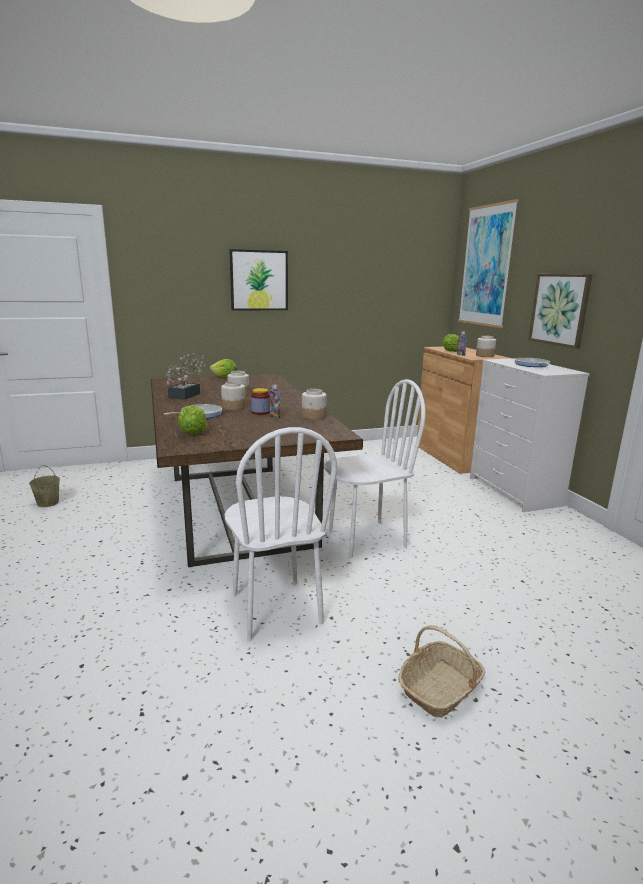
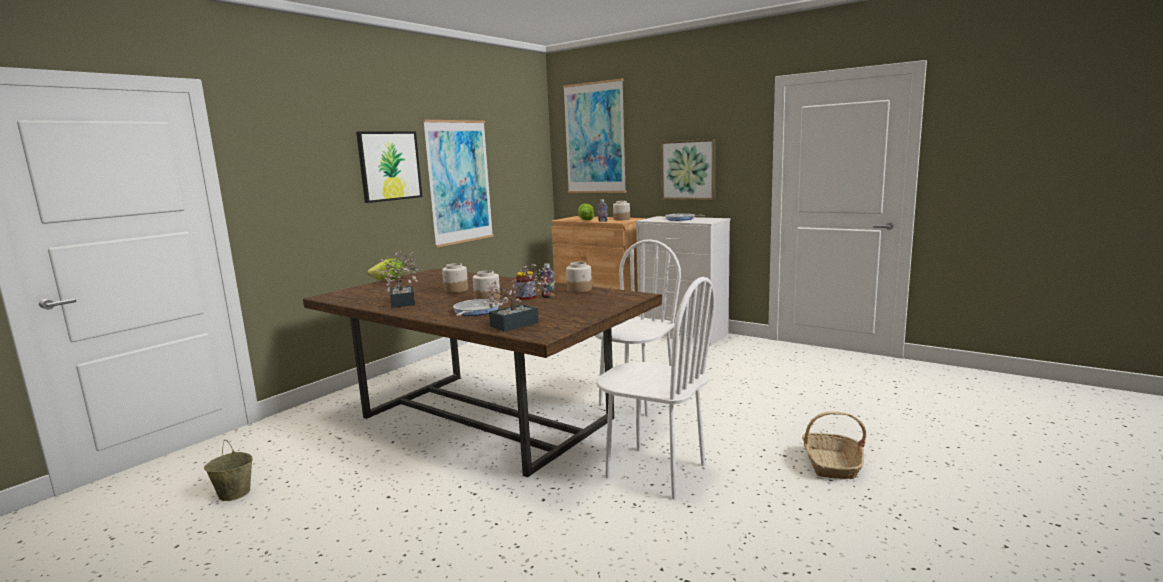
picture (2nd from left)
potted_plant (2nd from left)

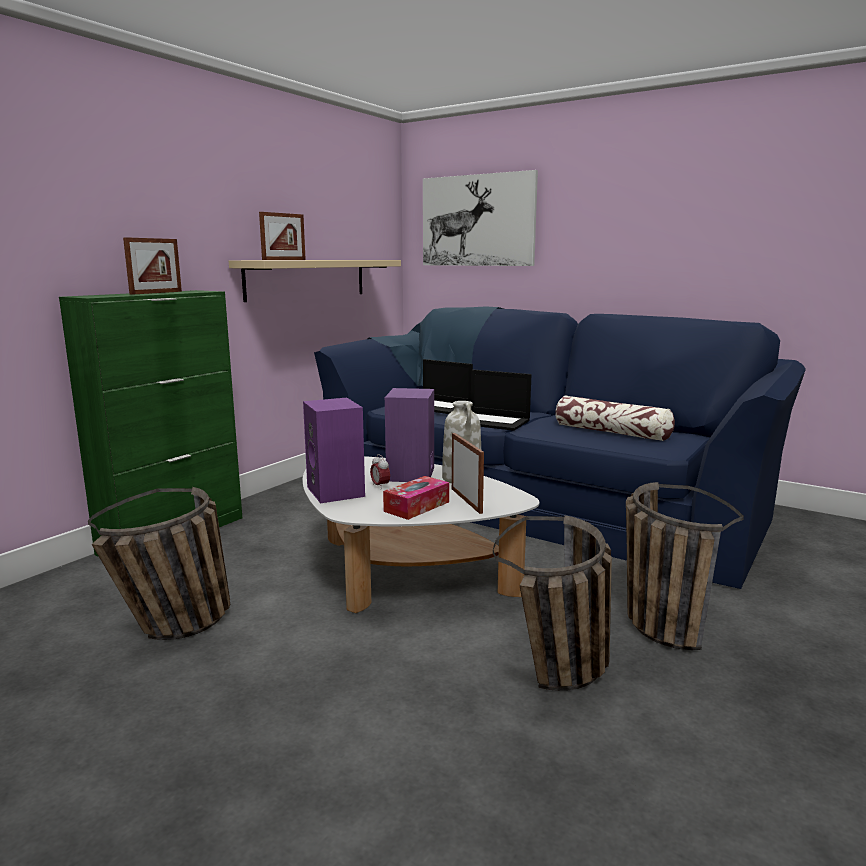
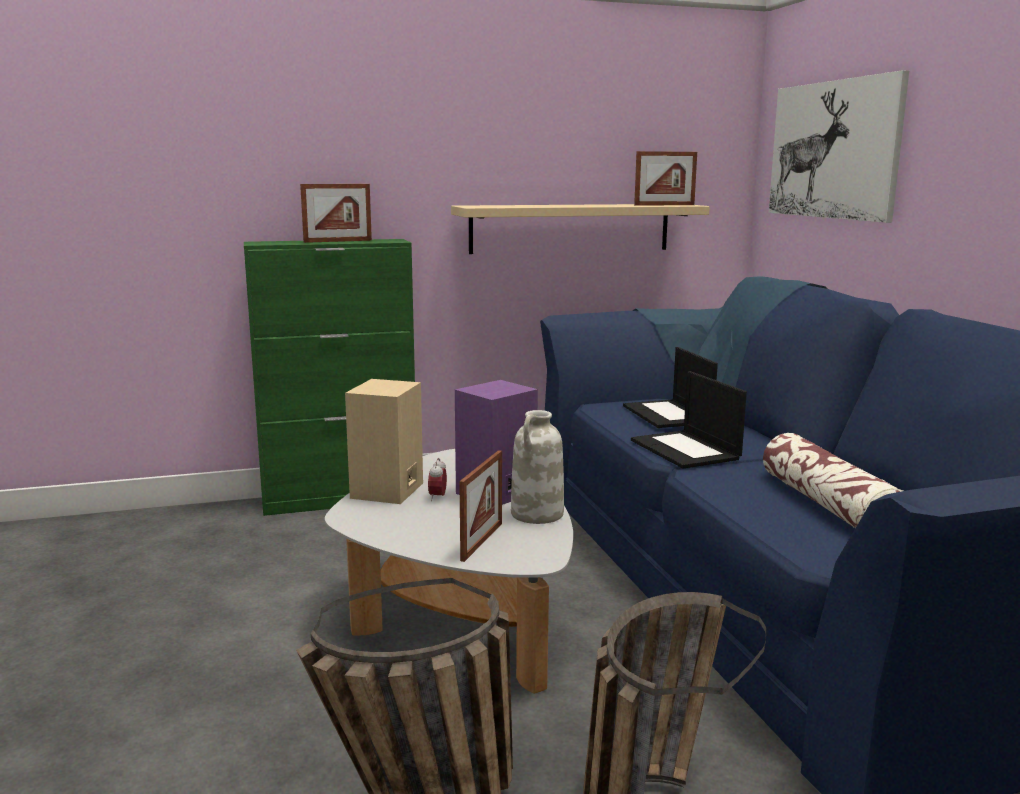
beige_speaker
picture_frame (3rd from left)
basket (1st from left in the first image)
tissue_box

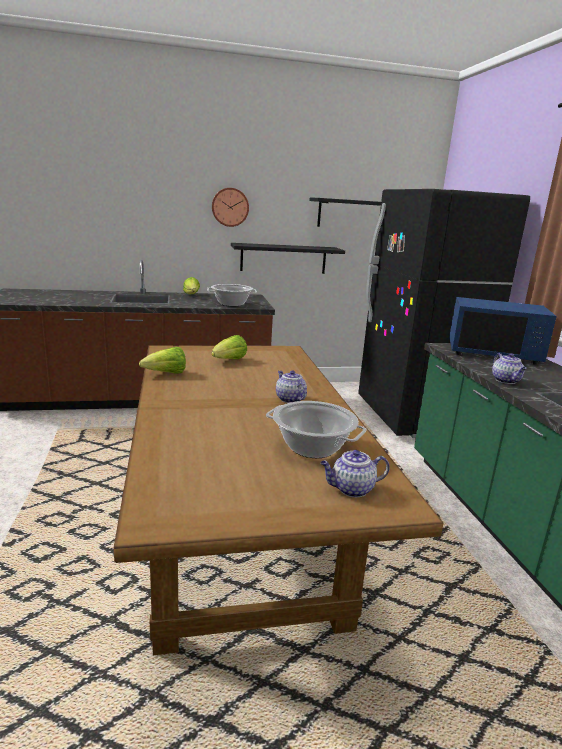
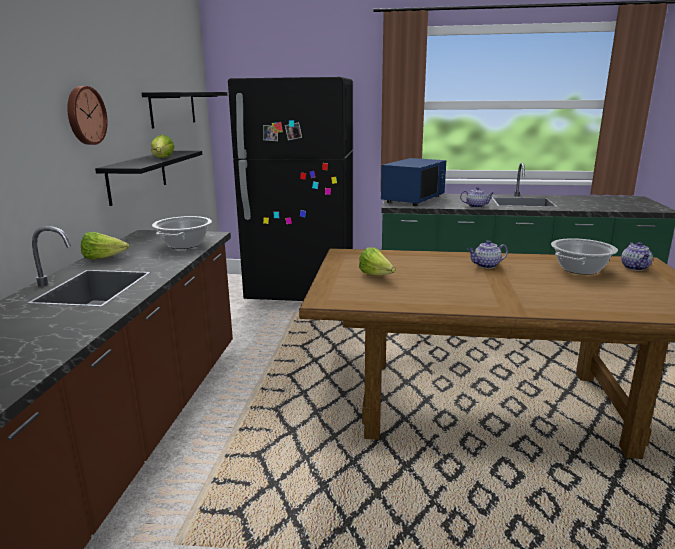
lettuce (2nd from left)

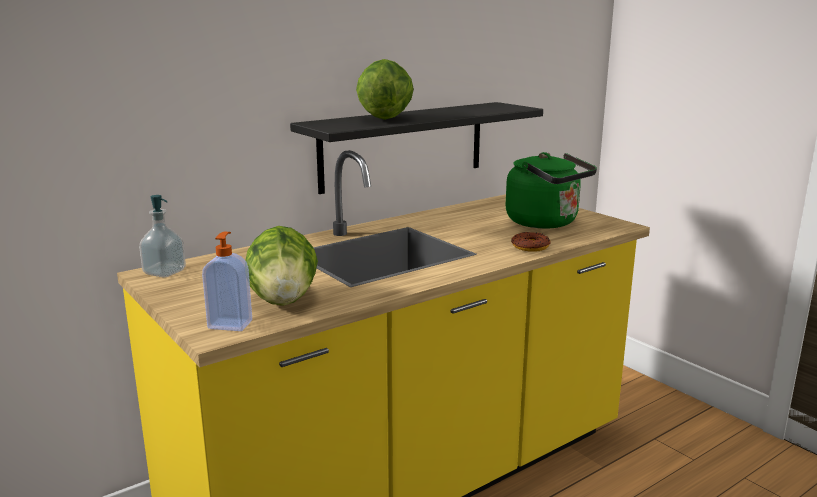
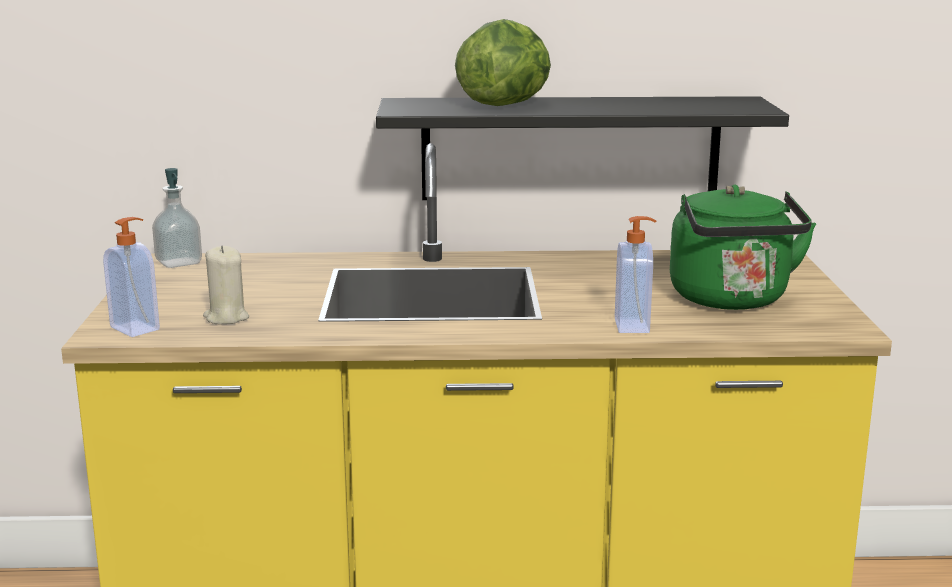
beige_candle
soap_dispenser (3rd from left)

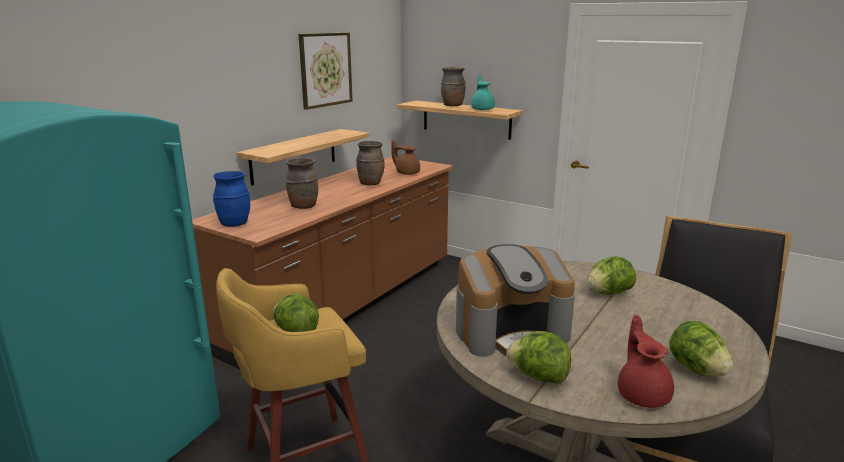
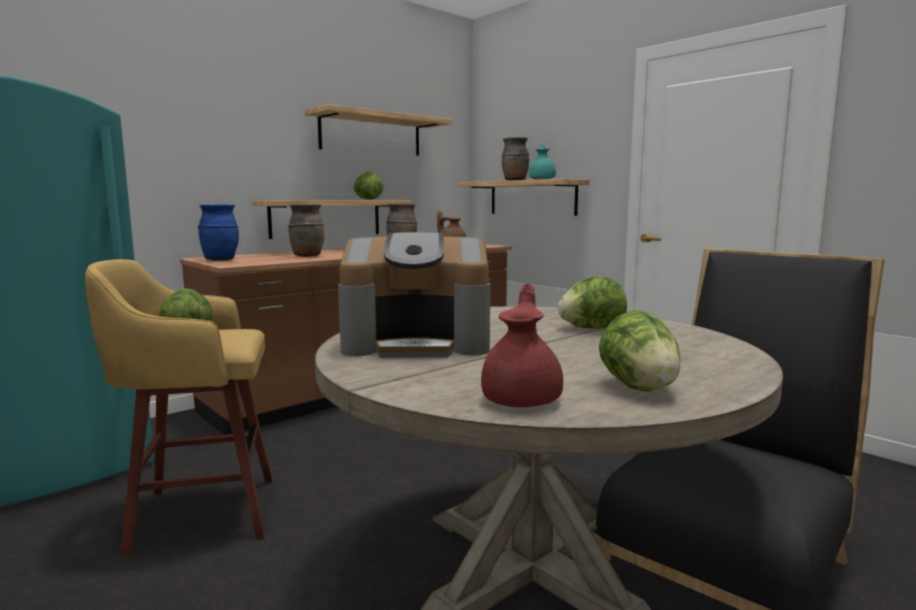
shelf (2nd from left)
lettuce (2nd from left)

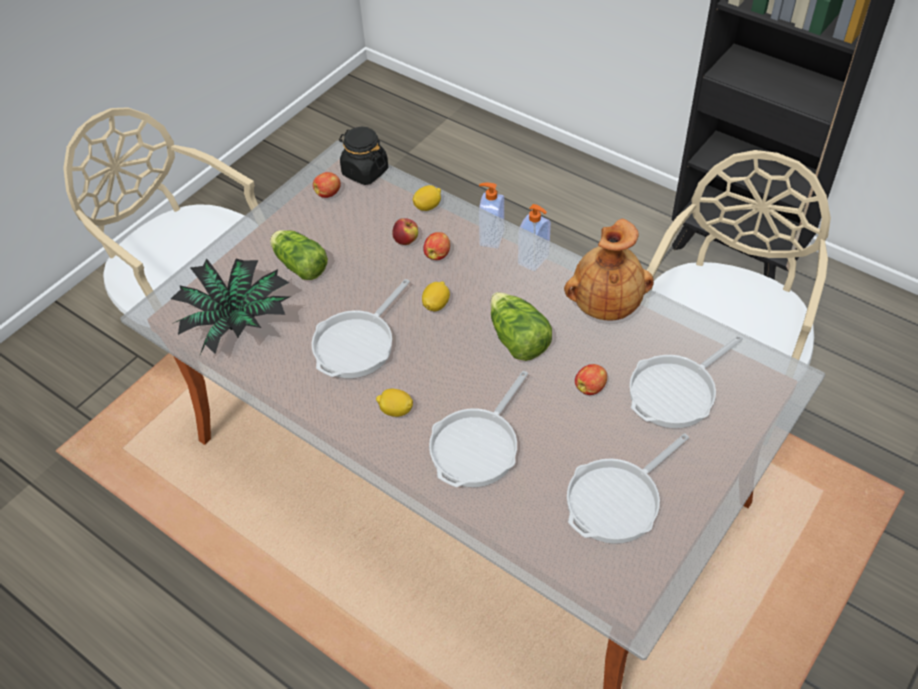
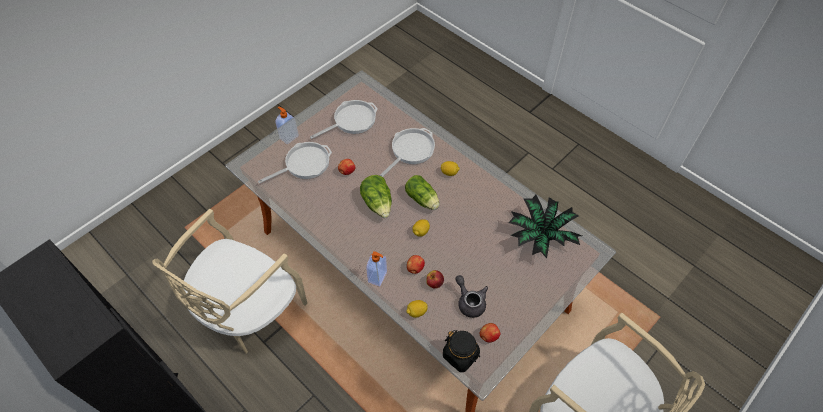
soap_dispenser (1st from left)
lettuce (2nd from left)
grey_teapot
frying_pan (1st from left in the first image)
brown_vase

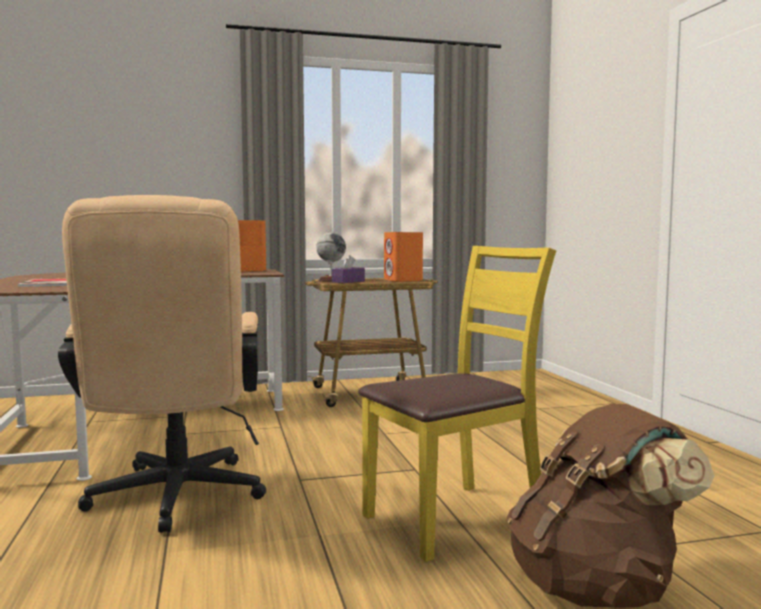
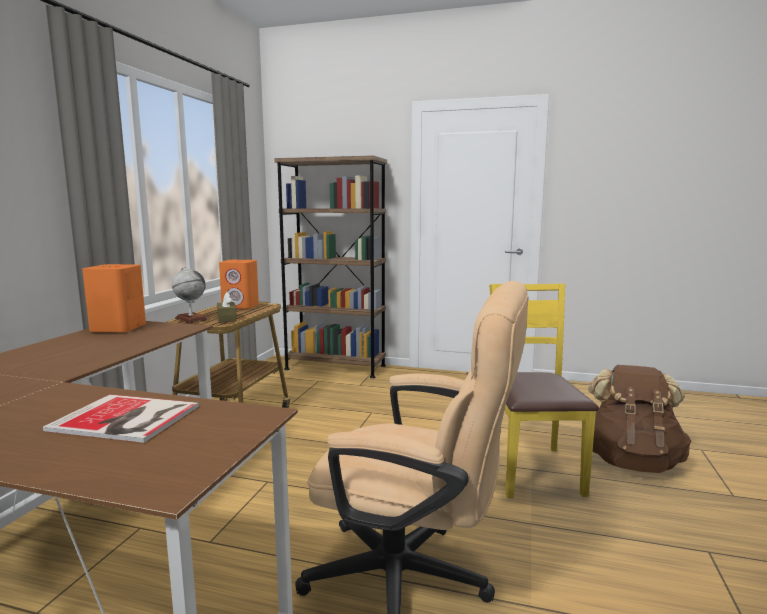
brown_tissue_box
brown_bookcase

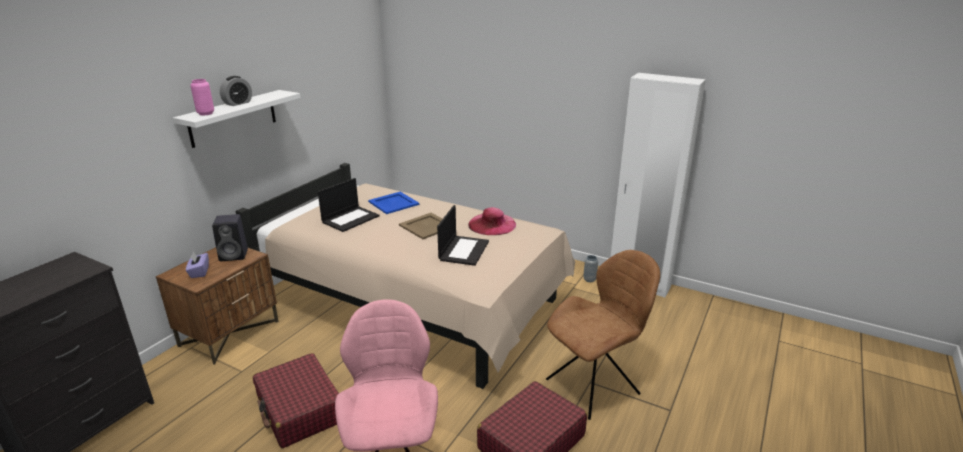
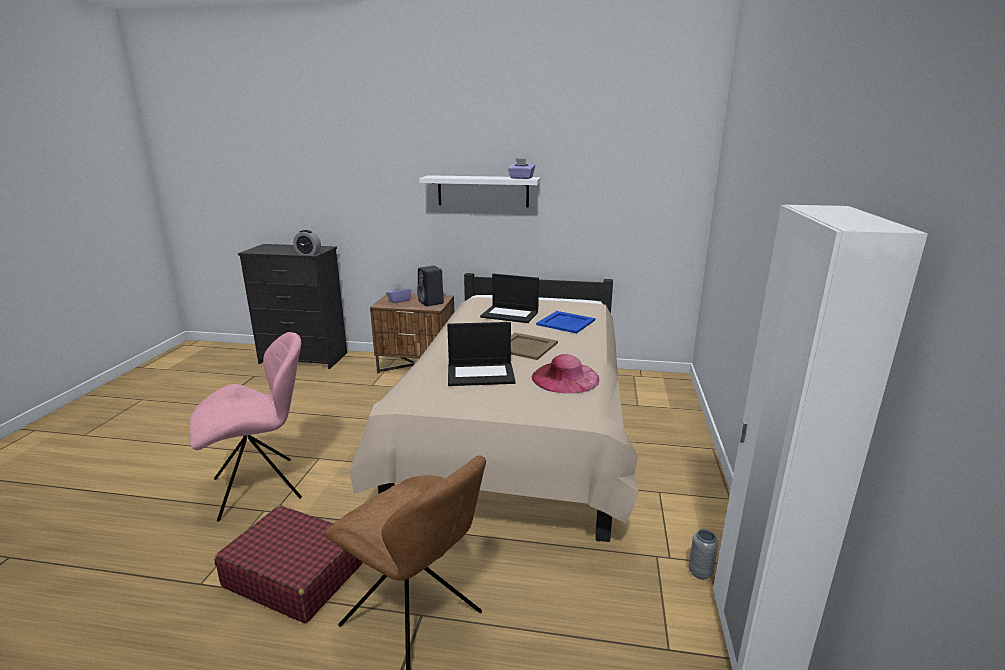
alarm_clock
purple_tissue_box (2nd from left)
pink_vase
red_suitcase (1st from left in the first image)

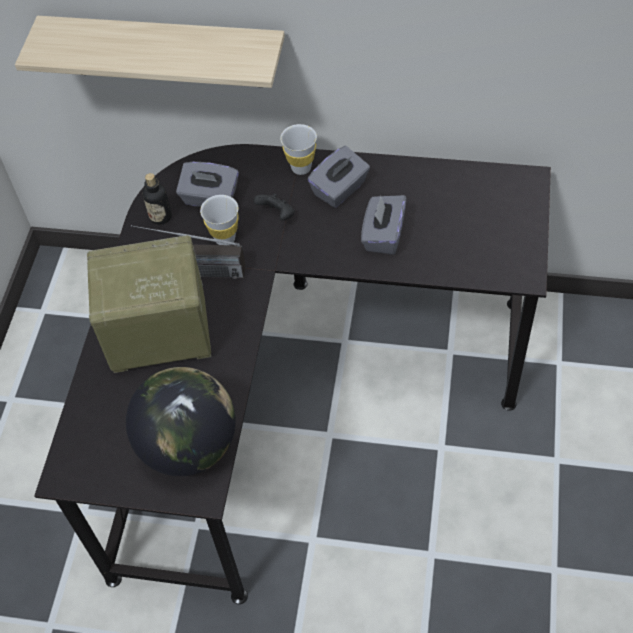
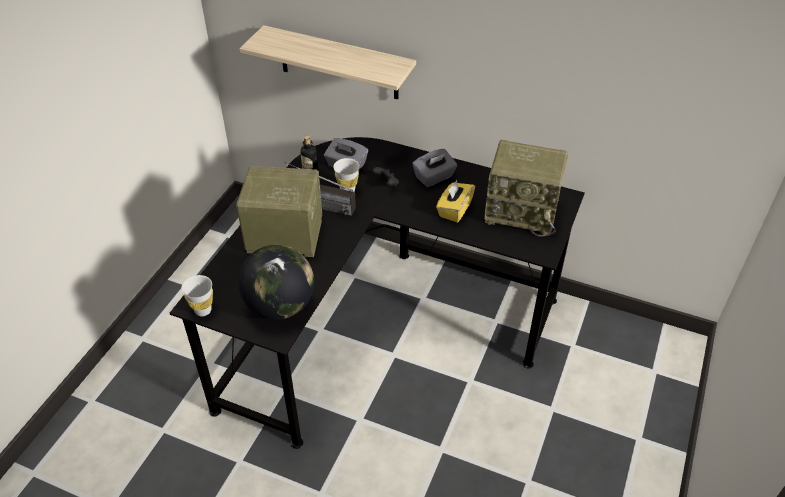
white_cup (1st from left)
yellow_tissue_box
radio (3rd from left)

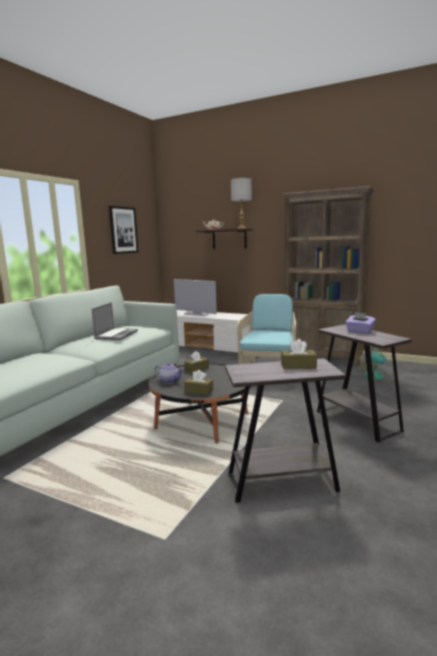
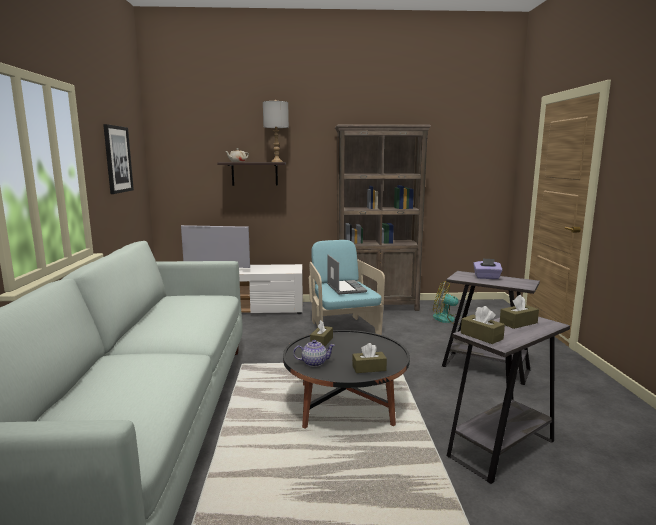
laptop
brown_tissue_box (3rd from left)

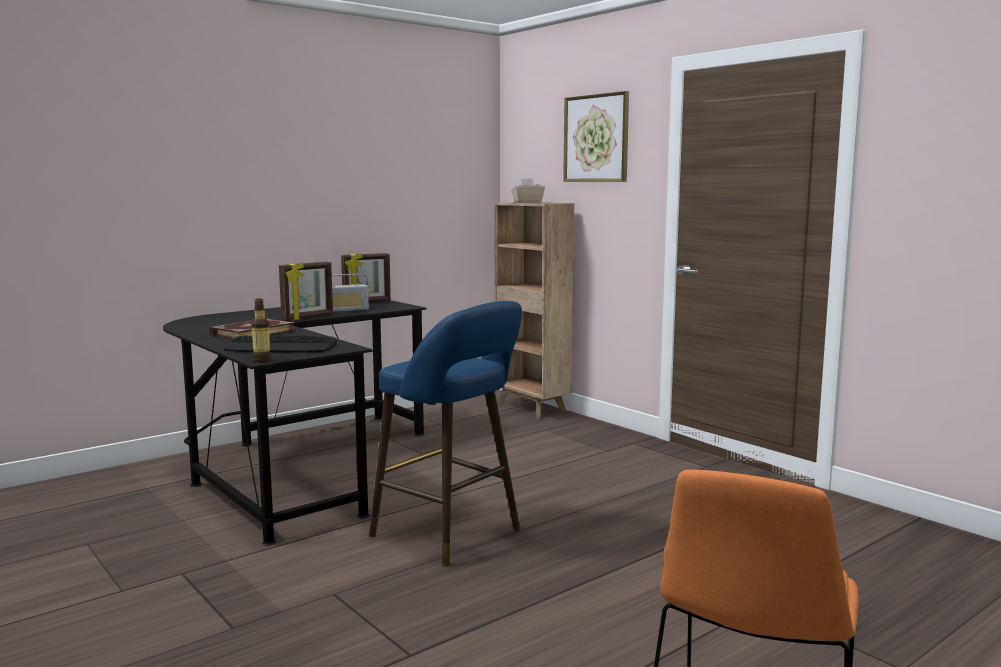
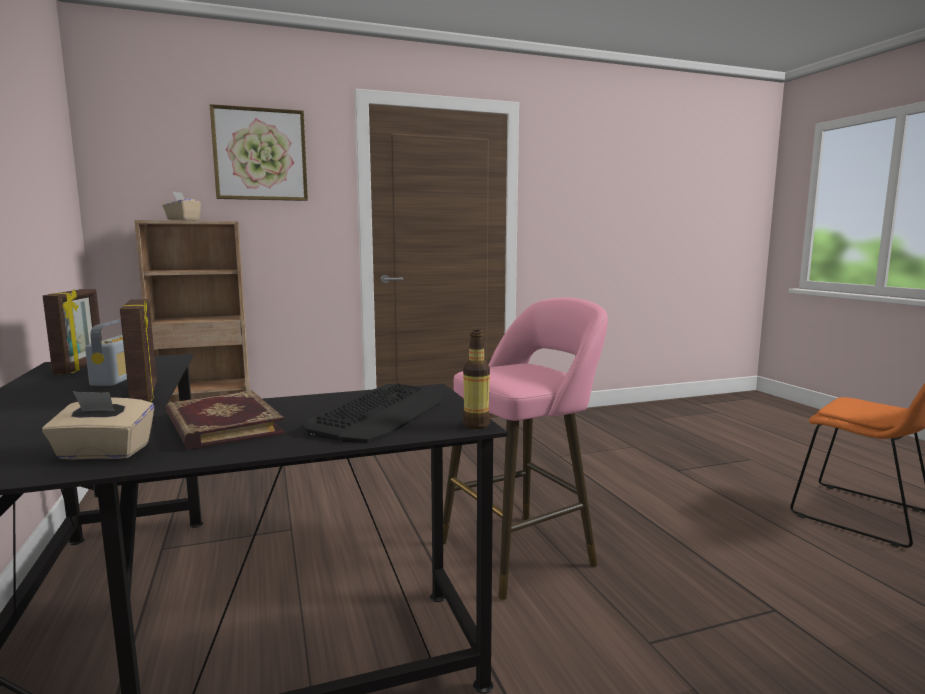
beige_tissue_box (1st from left)
pink_stool

